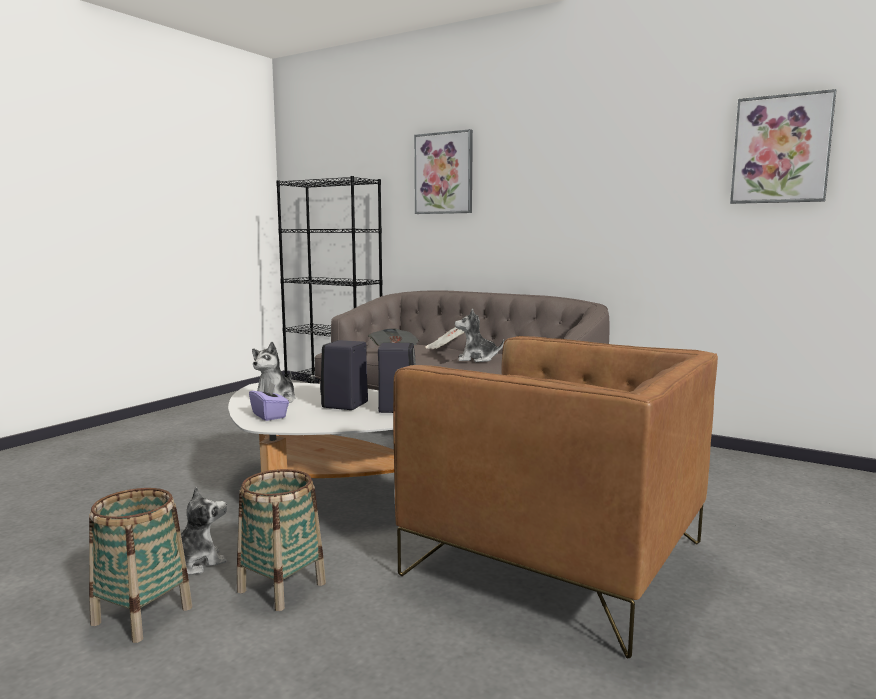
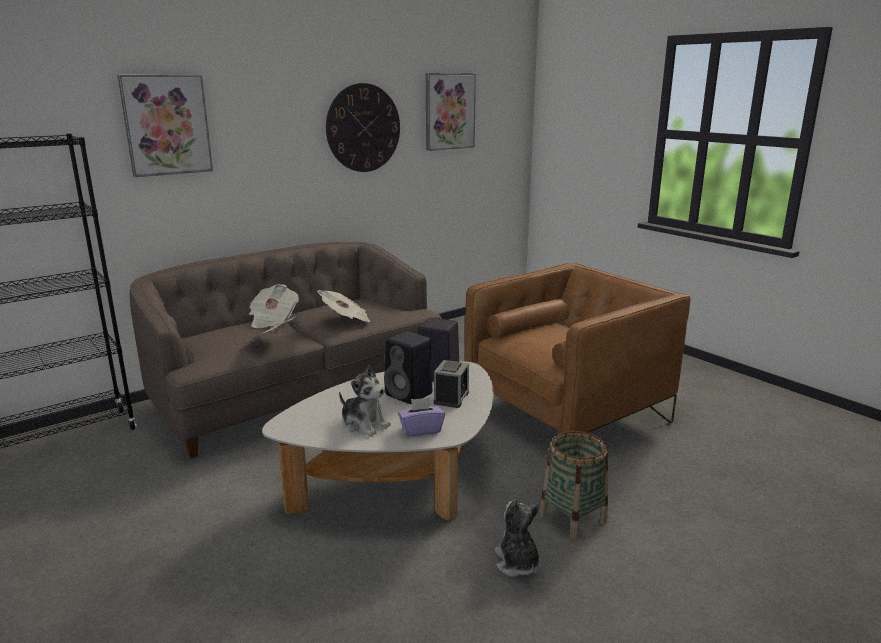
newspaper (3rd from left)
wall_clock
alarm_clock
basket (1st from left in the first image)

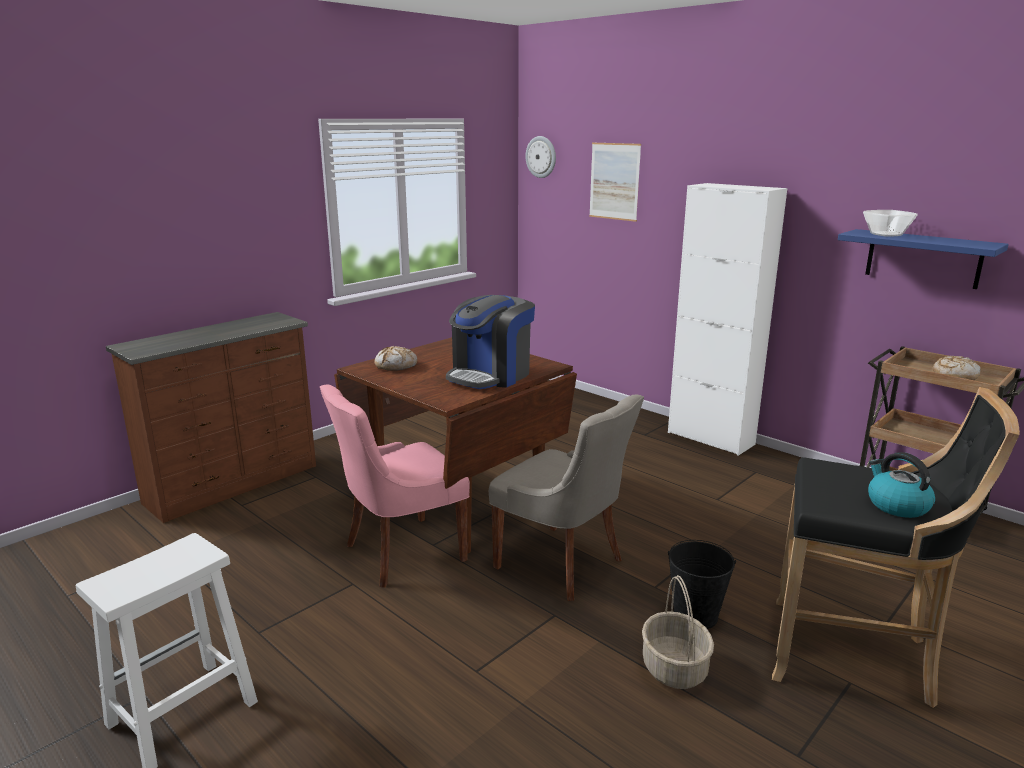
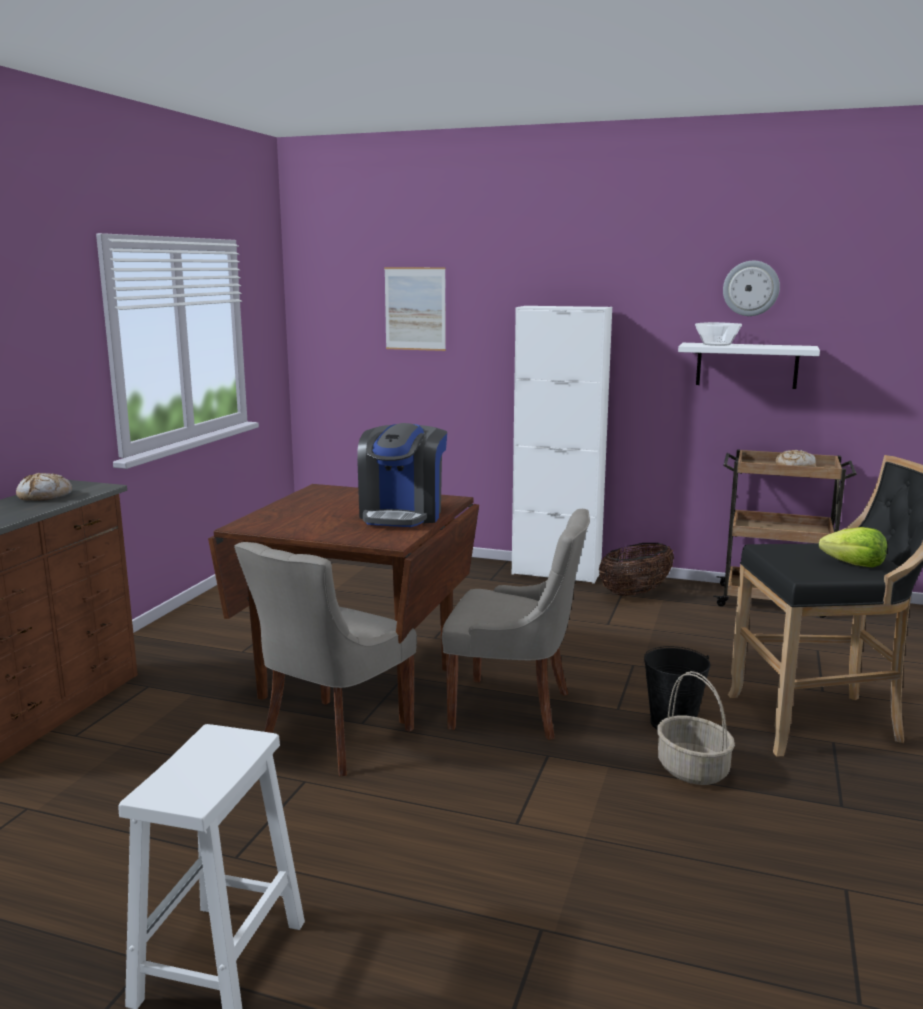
bread (1st from left)
grey_chair (1st from left)
basket (1st from left)
white_shelf
wall_clock
lettuce

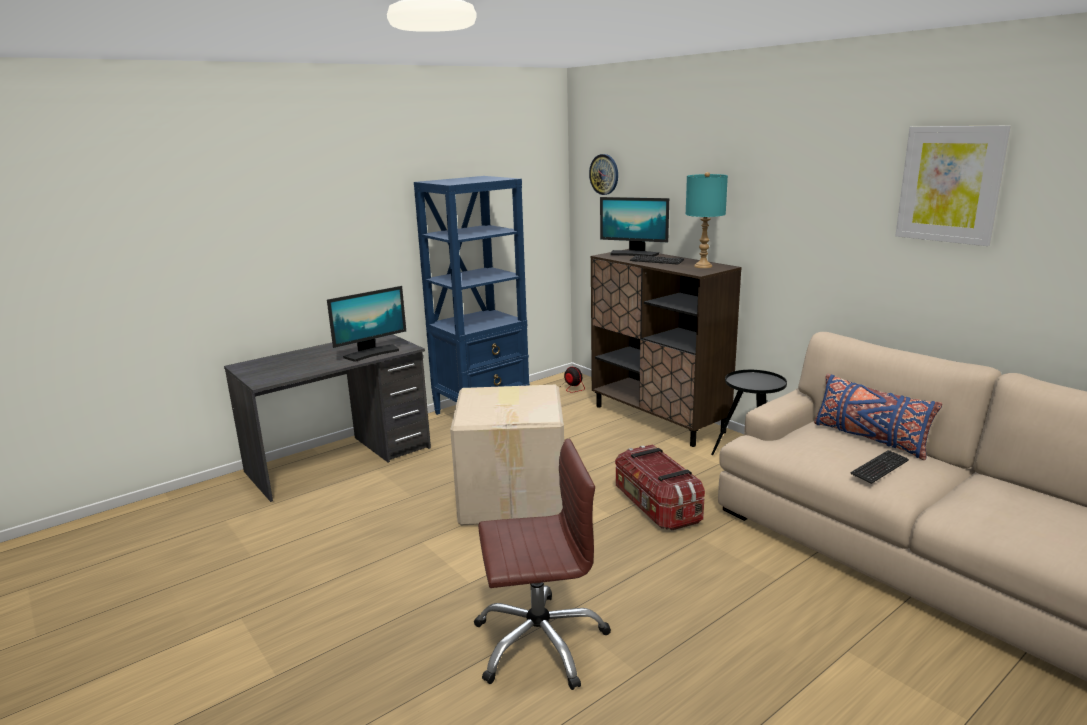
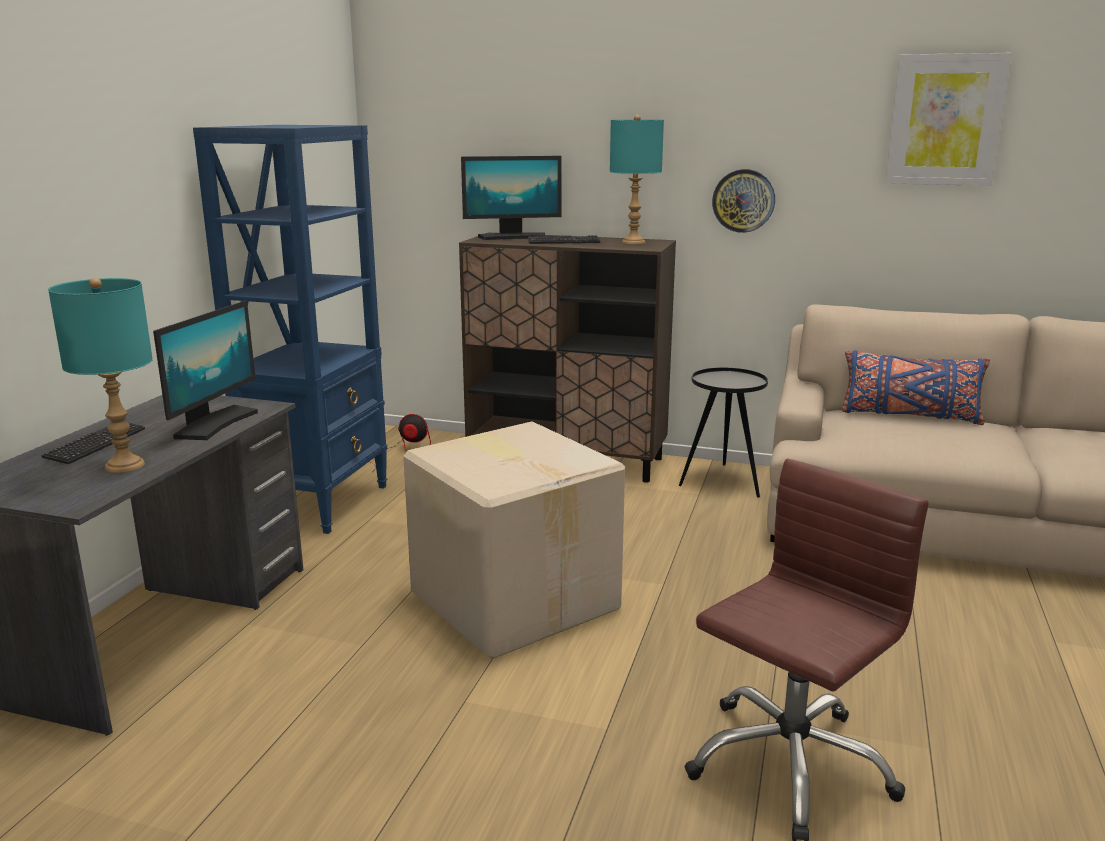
keyboard (1st from left)
turquoise_table_lamp (1st from left)
wall_clock
storage_box

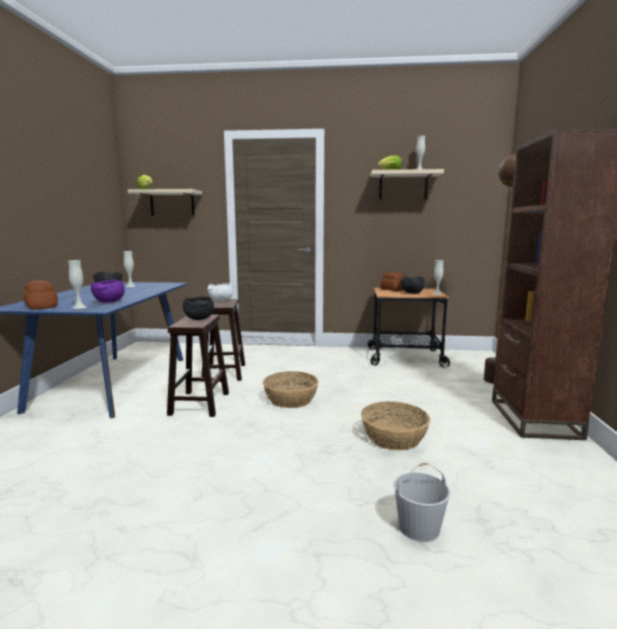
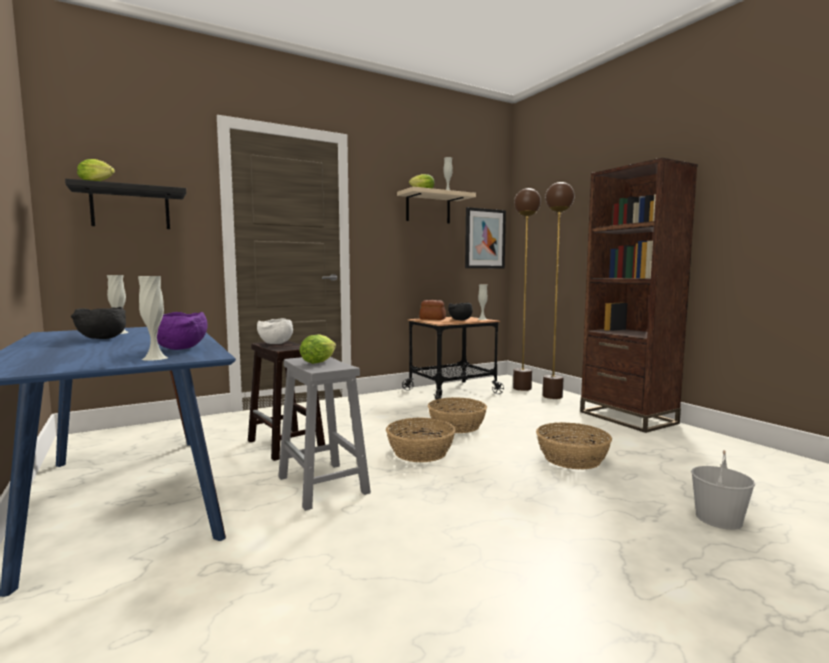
black_shelf
grey_stool
lettuce (2nd from left)
basket (2nd from left)
picture
brown_floor_lamp (1st from left)
bread (1st from left in the first image)

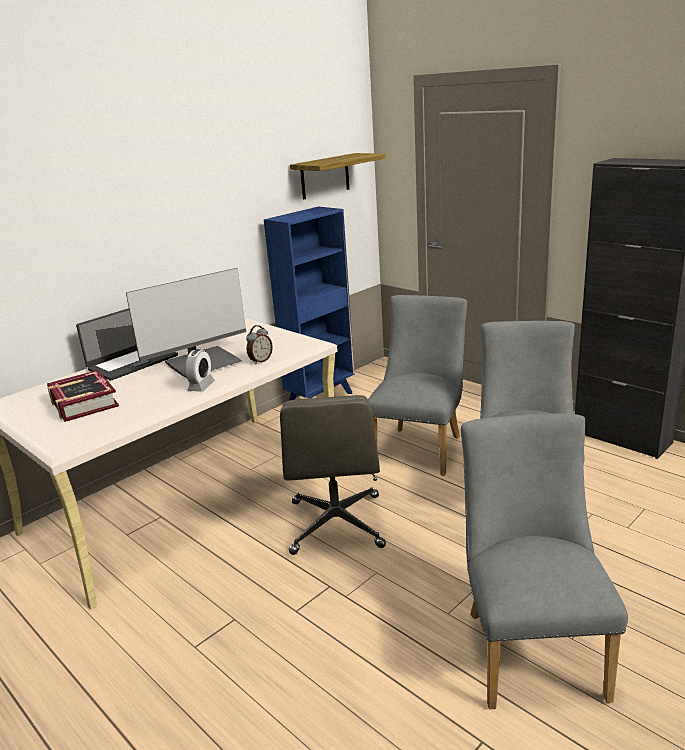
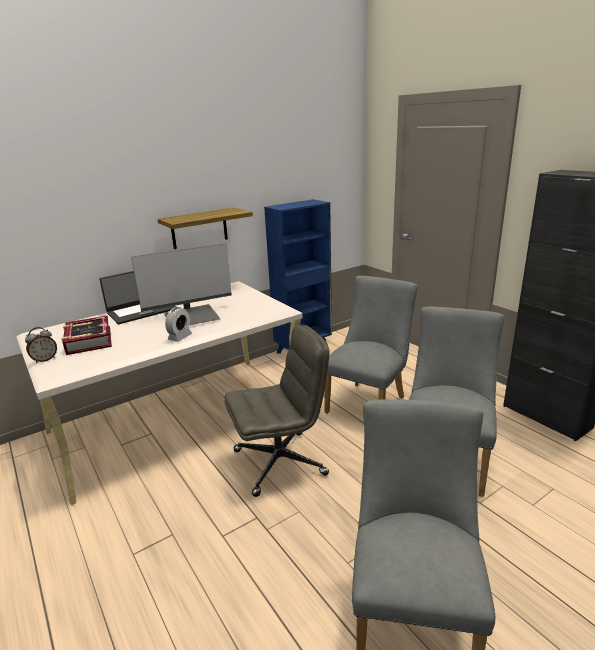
alarm_clock (1st from left)
shelf
grey_office_chair

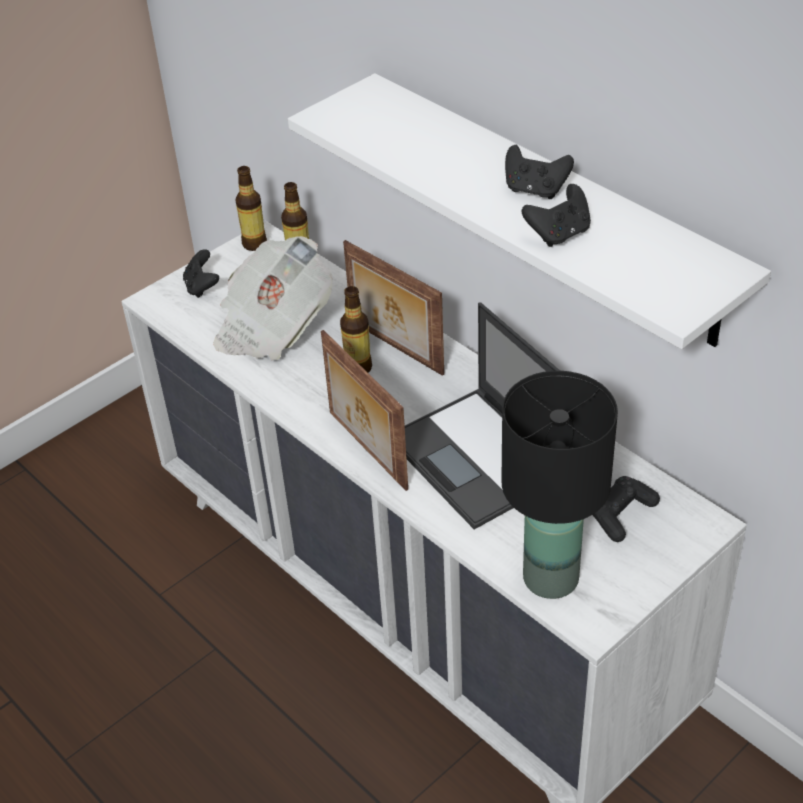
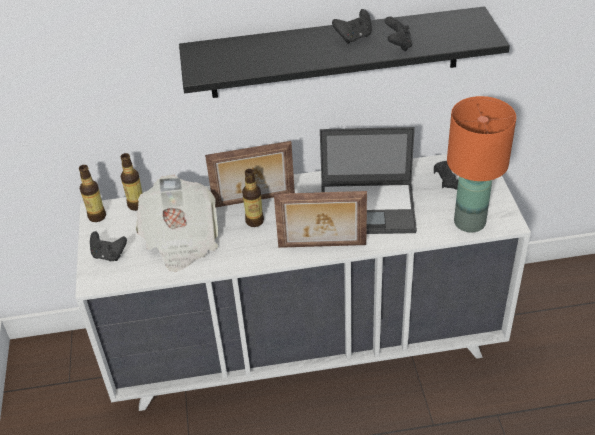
black_shelf
orange_table_lamp

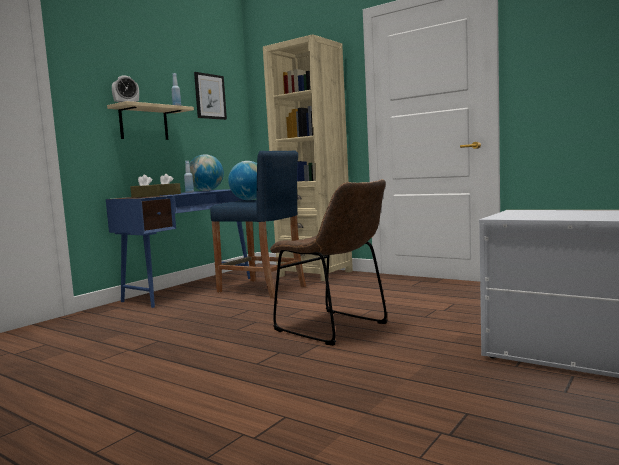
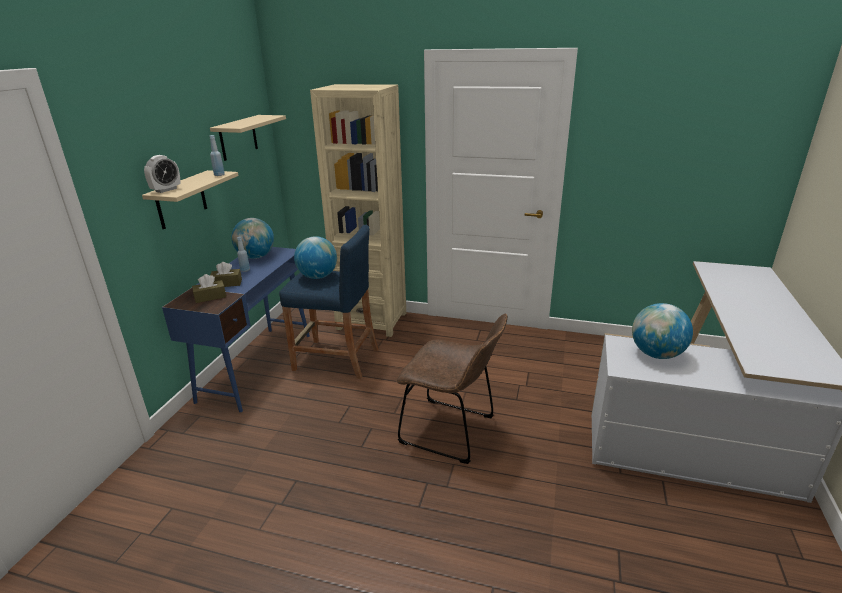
beige_shelf (2nd from left)
globe (3rd from left)

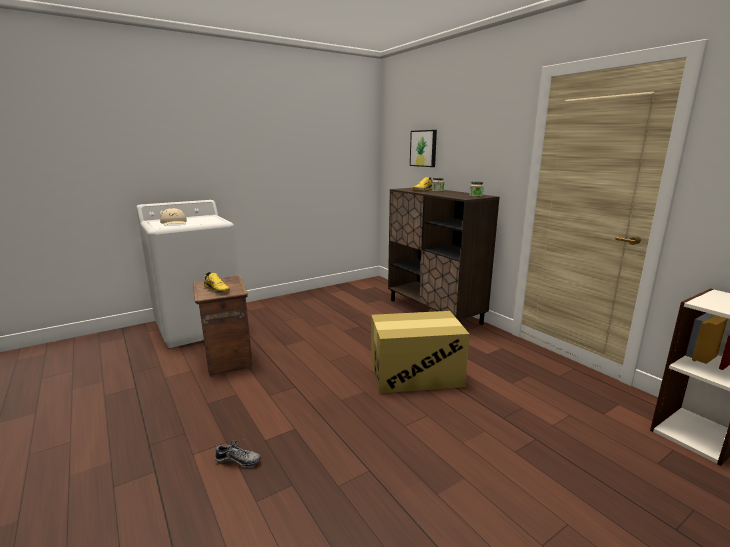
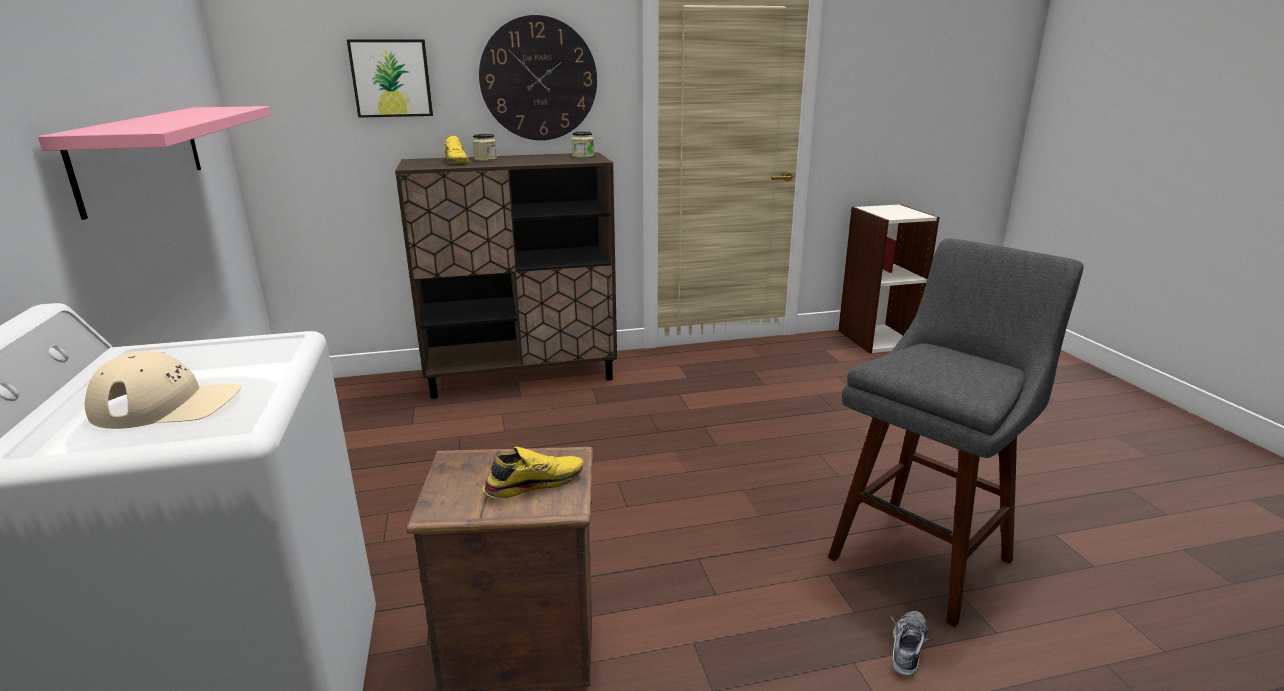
pink_shelf
wall_clock
grey_stool
cardboard_box

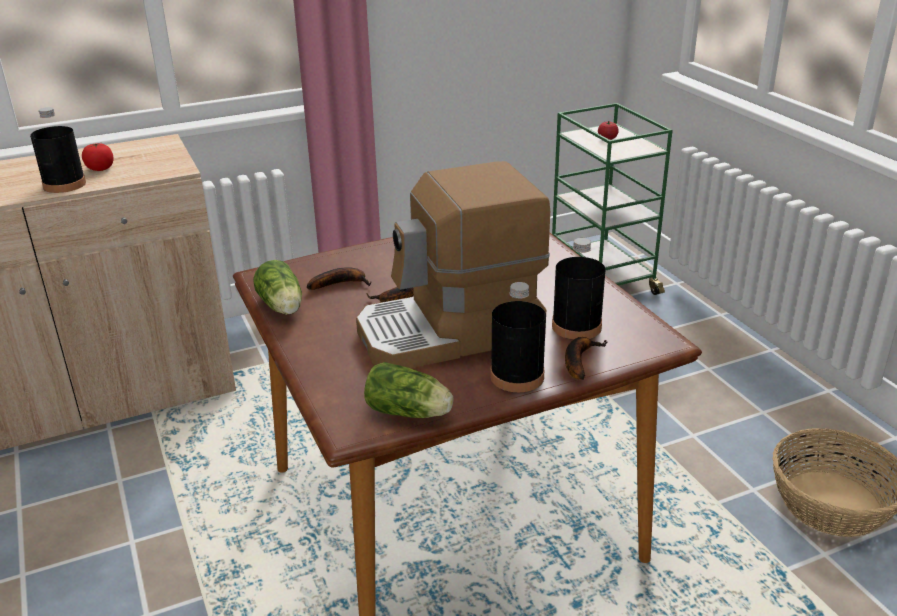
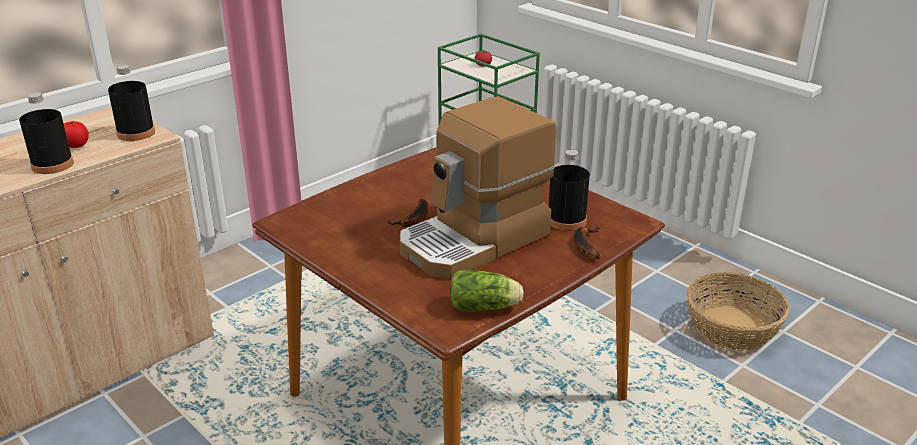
black_bottle (2nd from left)
lettuce (1st from left in the first image)
banana (1st from left in the first image)

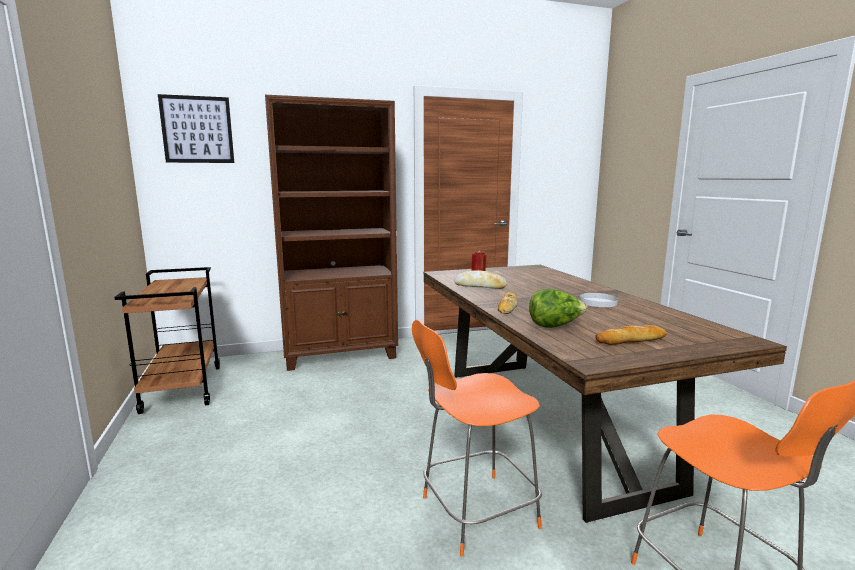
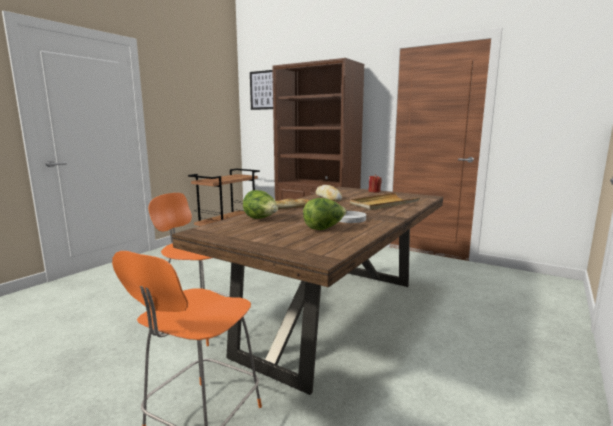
lettuce (2nd from left)
beige_tray
bread (3rd from left in the first image)

